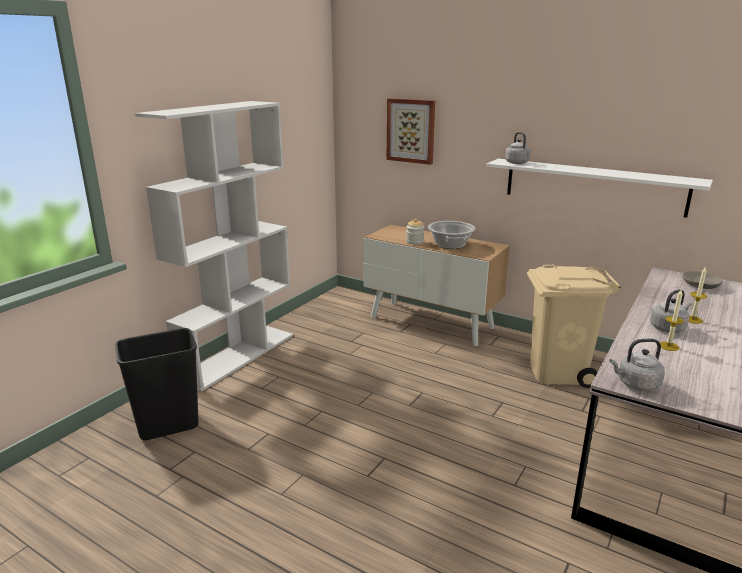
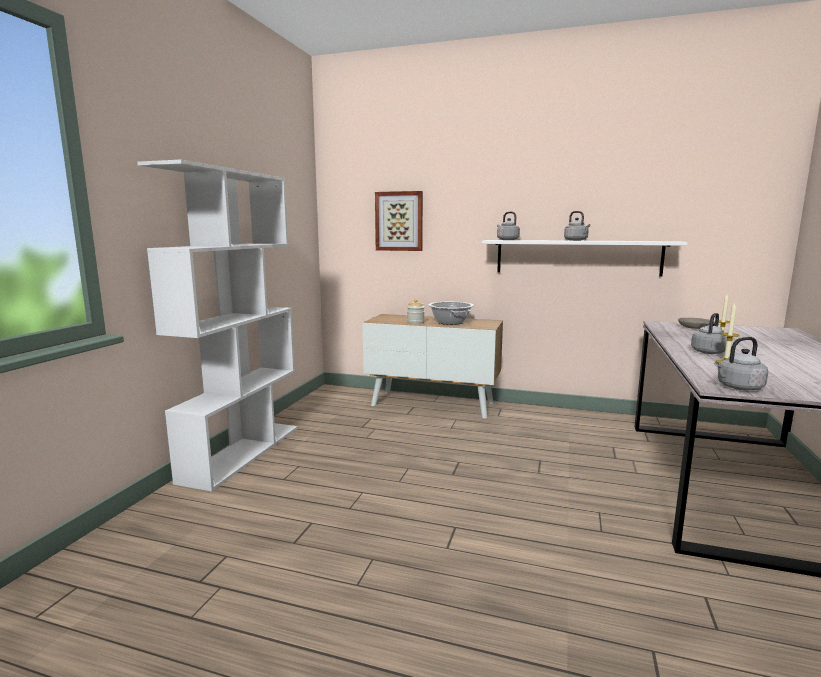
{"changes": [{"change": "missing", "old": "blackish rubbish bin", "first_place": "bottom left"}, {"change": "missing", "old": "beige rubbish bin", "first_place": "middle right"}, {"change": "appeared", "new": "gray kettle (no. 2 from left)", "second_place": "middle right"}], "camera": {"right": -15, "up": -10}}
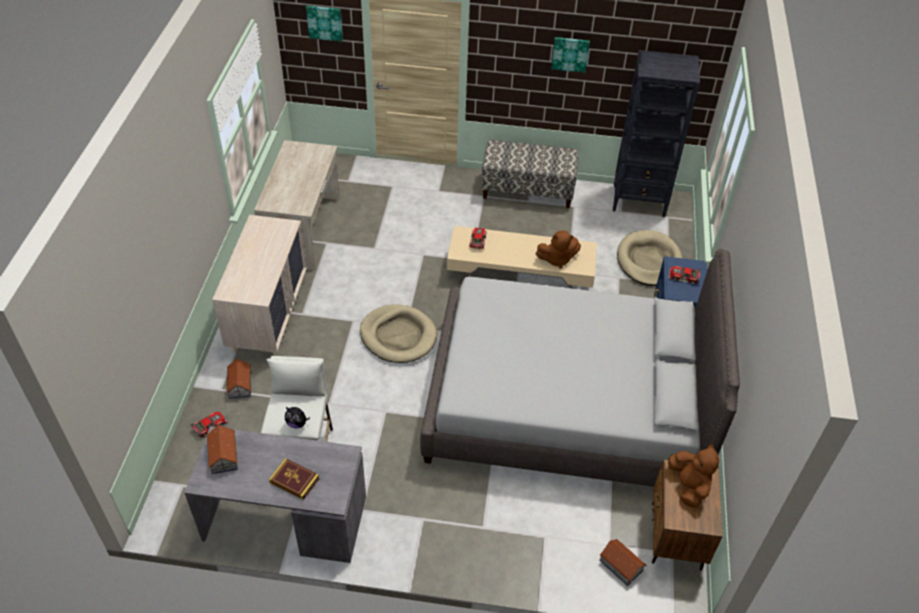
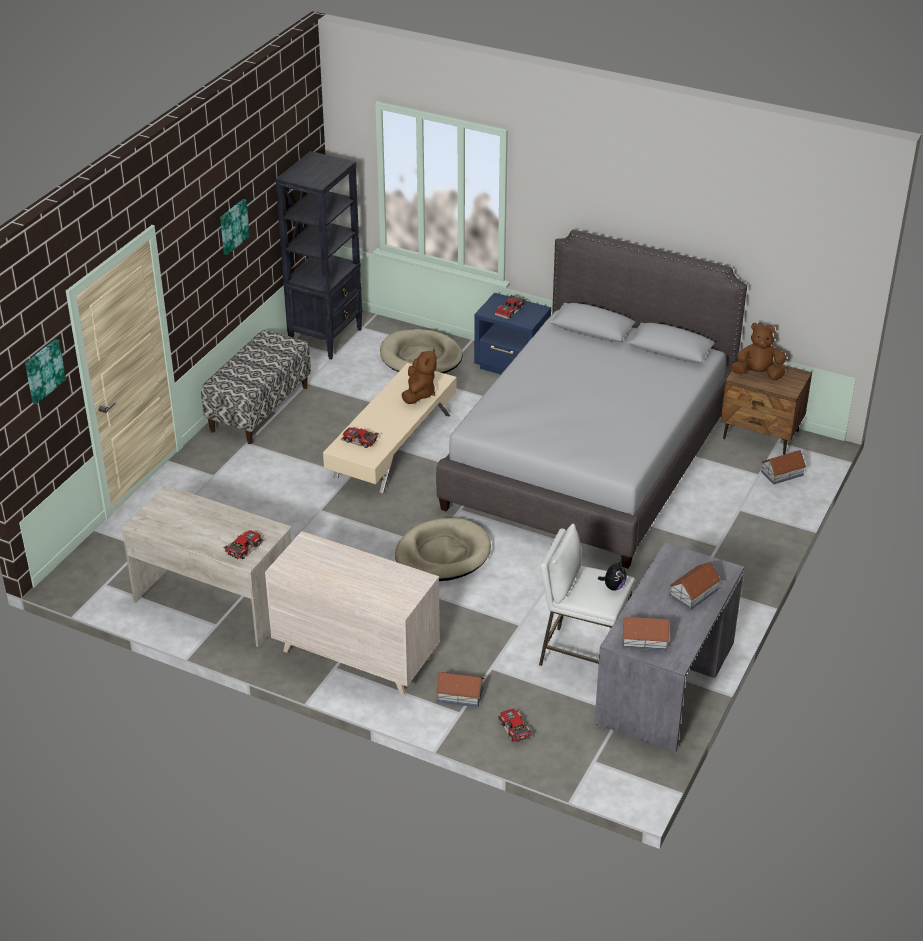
{"changes": [{"change": "appeared", "new": "model car (no. 1 from left)", "second_place": "middle left"}, {"change": "exchanged", "old": "volume", "new": "miniature house (no. 3 from left)", "first_place": "bottom left", "second_place": "middle right"}], "camera": {"right": -70, "up": -10}}
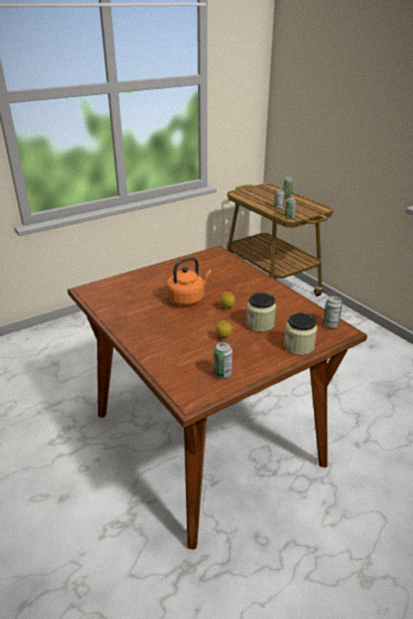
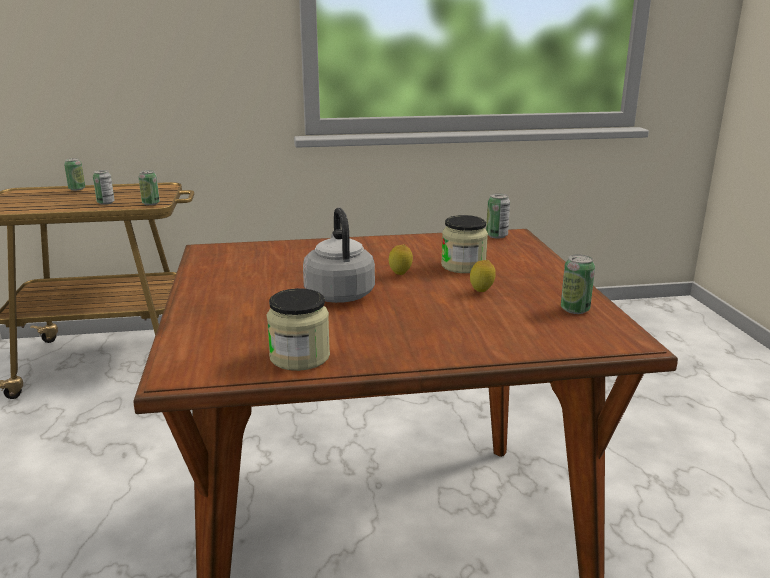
{"changes": [{"change": "relocated", "old": "preserve jar (no. 2 from left in the first image)", "new": "preserve jar (no. 1 from left)", "first_place": "middle right", "second_place": "centre"}, {"change": "colour", "old": "orange-coloured kettle", "new": "gray kettle", "first_place": "centre", "second_place": "centre"}], "camera": {"right": -65, "up": -10}}
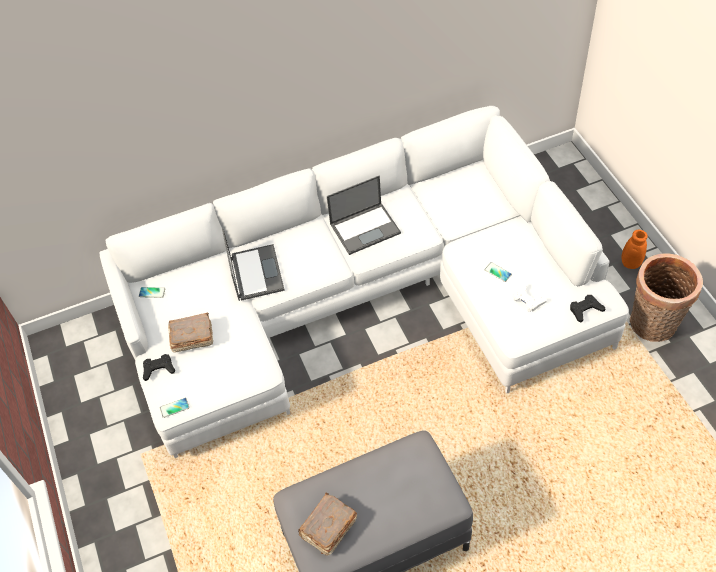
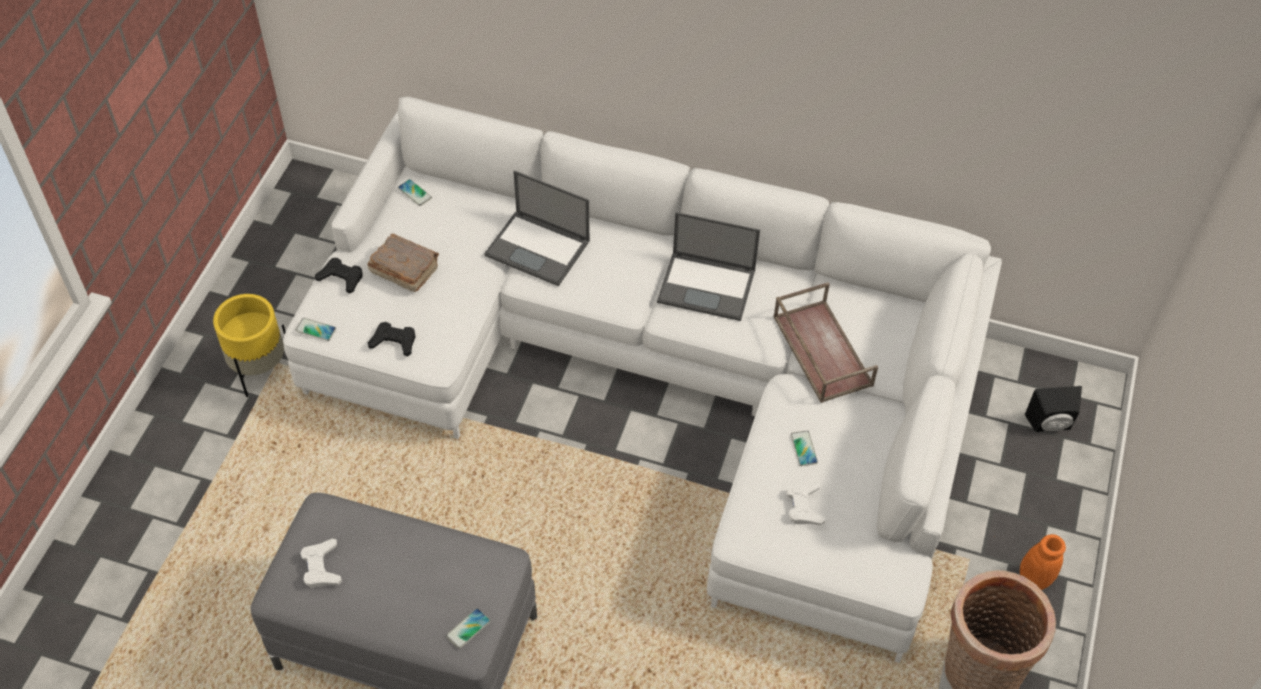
{"changes": [{"change": "appeared", "new": "yellow-coloured flower pot", "second_place": "middle left"}, {"change": "appeared", "new": "handset (no. 3 from left)", "second_place": "bottom centre"}, {"change": "appeared", "new": "brownish carrying tray", "second_place": "centre"}, {"change": "appeared", "new": "blackish speaker", "second_place": "middle right"}, {"change": "relocated", "old": "blackish gamepad (no. 2 from left)", "first_place": "middle right", "second_place": "middle left"}, {"change": "exchanged", "old": "brownish volume (no. 2 from left)", "new": "white-coloured gamepad (no. 1 from left)", "first_place": "bottom centre", "second_place": "bottom left"}, {"change": "spun", "old": "laptop (no. 1 from left)", "first_place": "centre", "second_place": "top centre", "degrees": 90}], "camera": {"right": 35, "up": 0}}
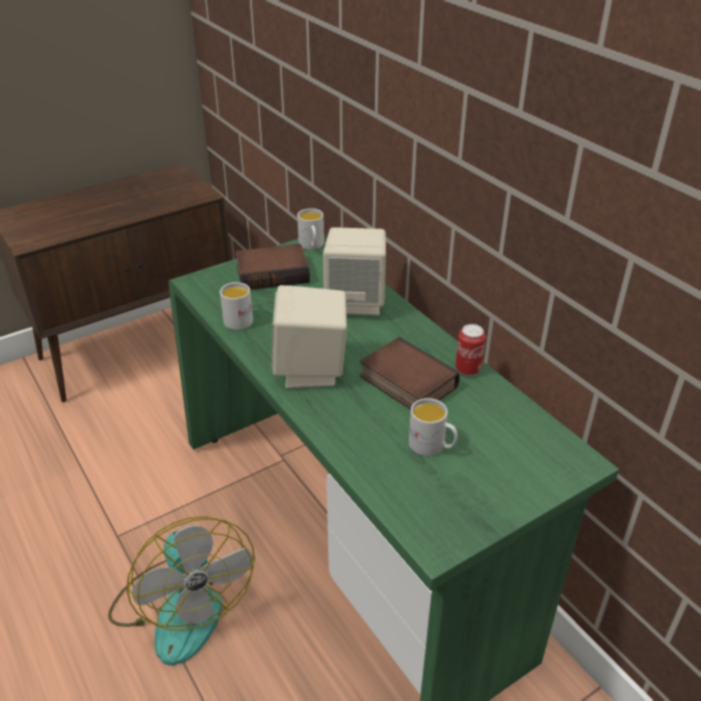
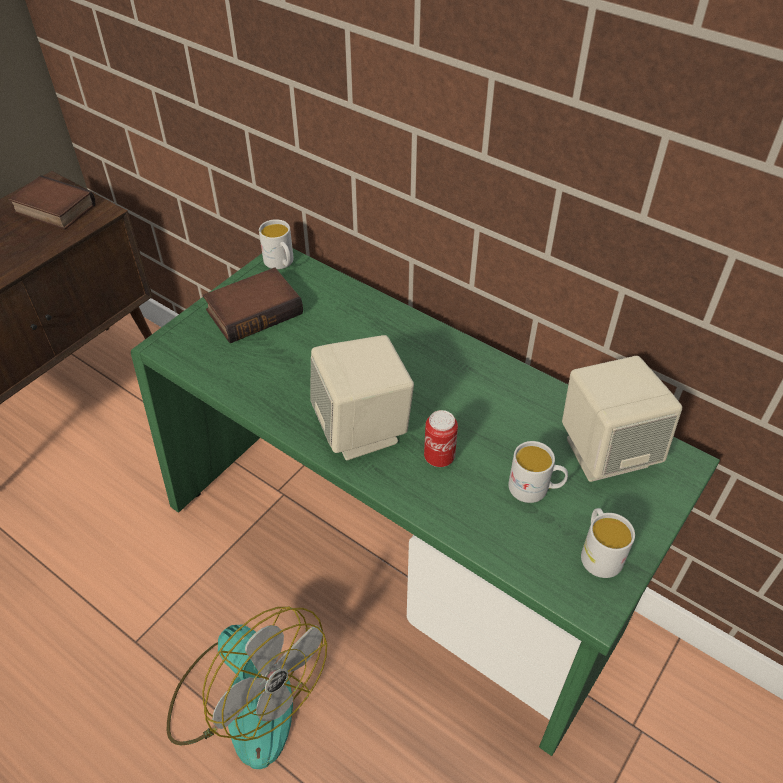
{"changes": [{"change": "relocated", "old": "white-coloured coffee mug (no. 1 from left in the first image)", "new": "white-coloured coffee mug (no. 3 from left)", "first_place": "centre", "second_place": "bottom right"}, {"change": "relocated", "old": "beige speaker (no. 2 from left)", "first_place": "centre", "second_place": "middle right"}, {"change": "relocated", "old": "volume (no. 2 from left in the first image)", "new": "volume (no. 1 from left)", "first_place": "centre", "second_place": "top left"}, {"change": "relocated", "old": "metal can", "first_place": "middle right", "second_place": "centre"}], "camera": {"right": -20, "up": 10}}
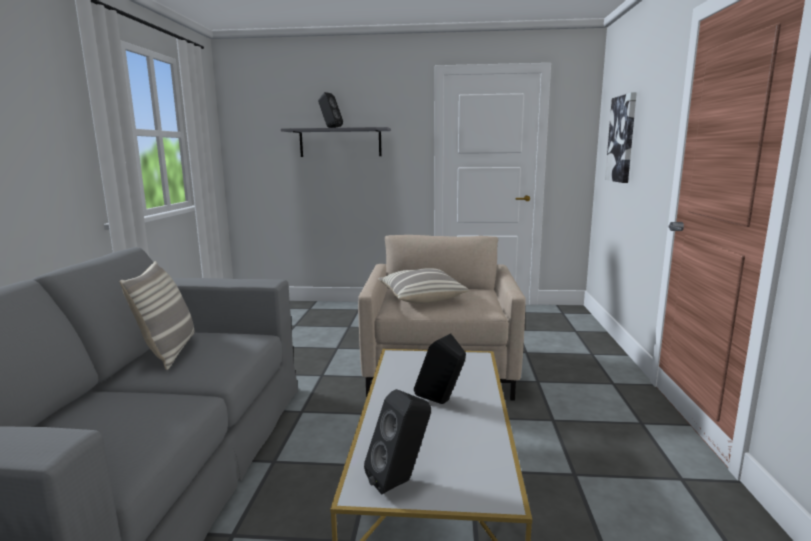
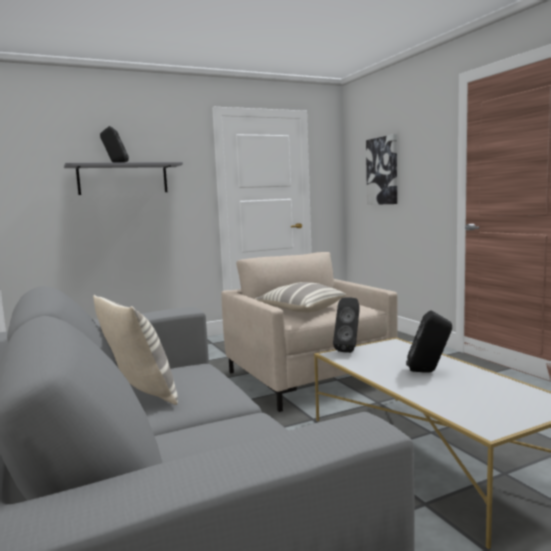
{"changes": [{"change": "relocated", "old": "blackish speaker (no. 2 from left)", "first_place": "bottom centre", "second_place": "centre"}], "camera": {"right": -30, "up": -5}}
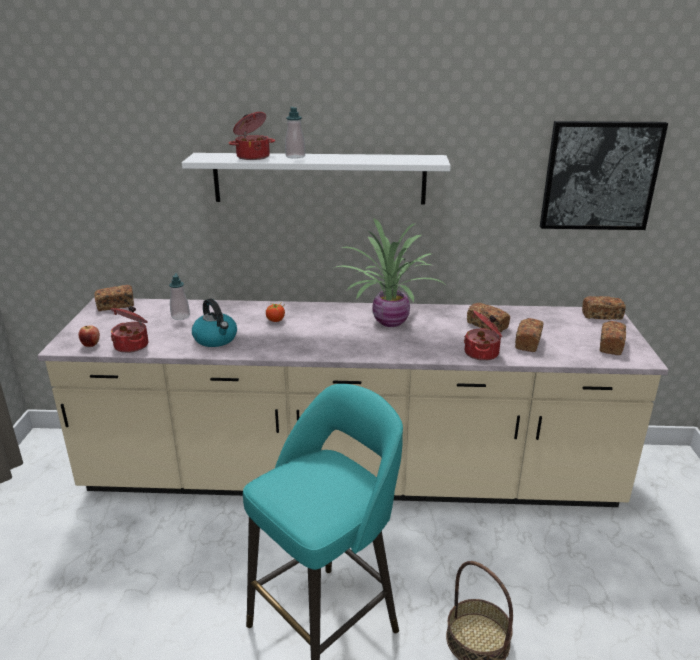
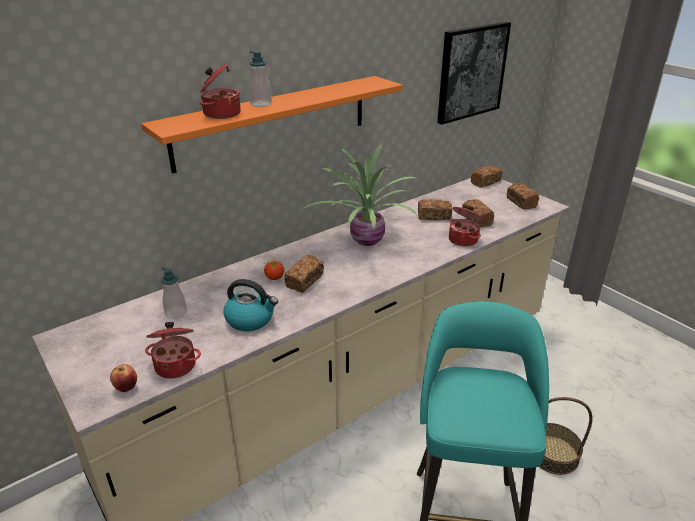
{"changes": [{"change": "relocated", "old": "baked bread (no. 1 from left)", "first_place": "middle left", "second_place": "centre"}, {"change": "colour", "old": "white-coloured wall shelf", "new": "orange-coloured wall shelf", "first_place": "top centre", "second_place": "top centre"}], "camera": {"right": -40, "up": 5}}
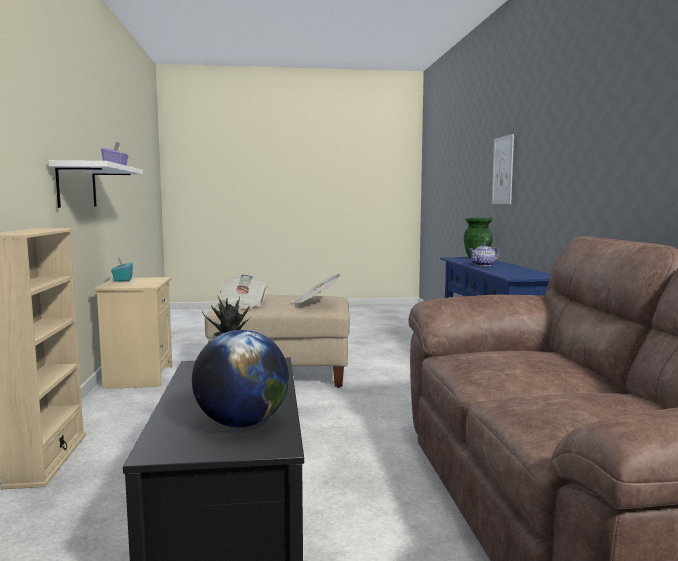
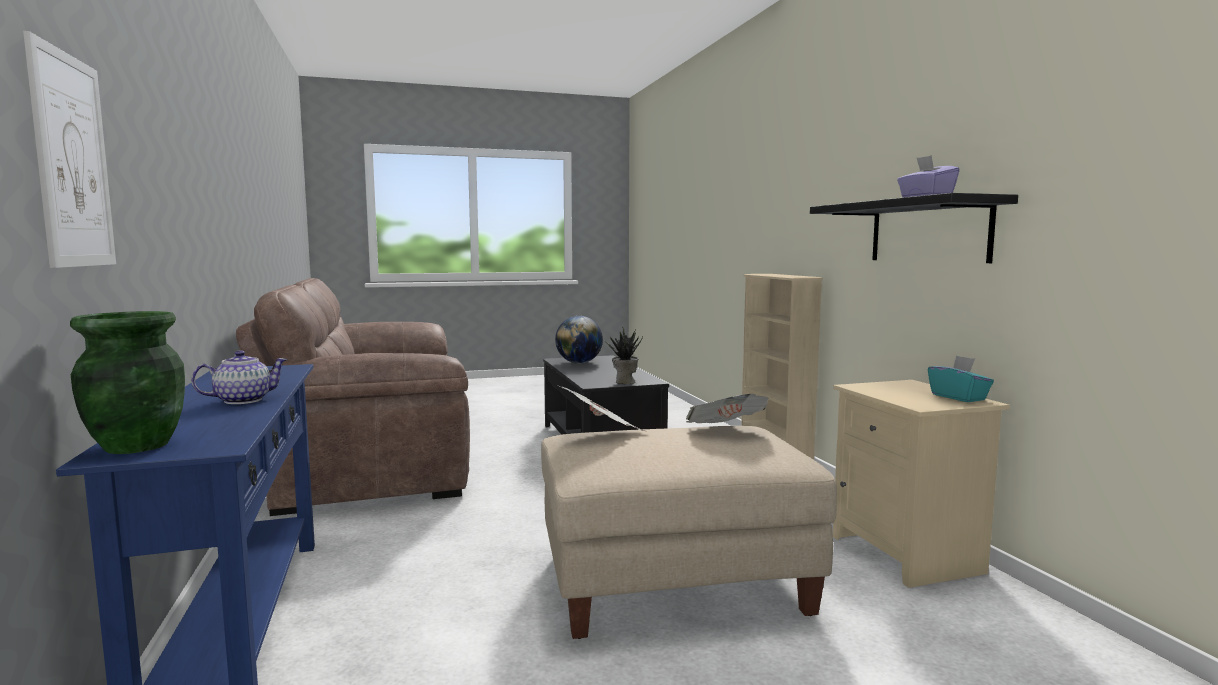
{"changes": [{"change": "colour", "old": "white-coloured wall shelf", "new": "blackish wall shelf", "first_place": "top left", "second_place": "top right"}], "camera": {"right": 170, "up": 0}}
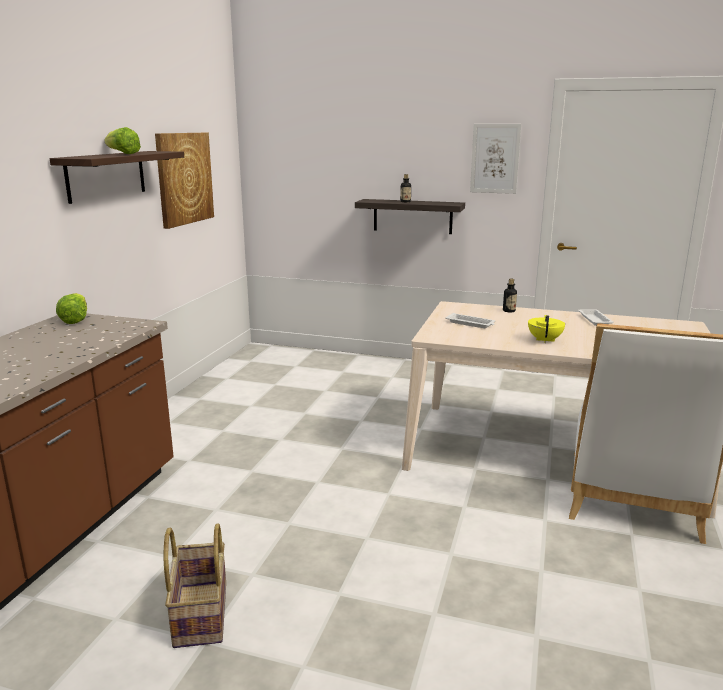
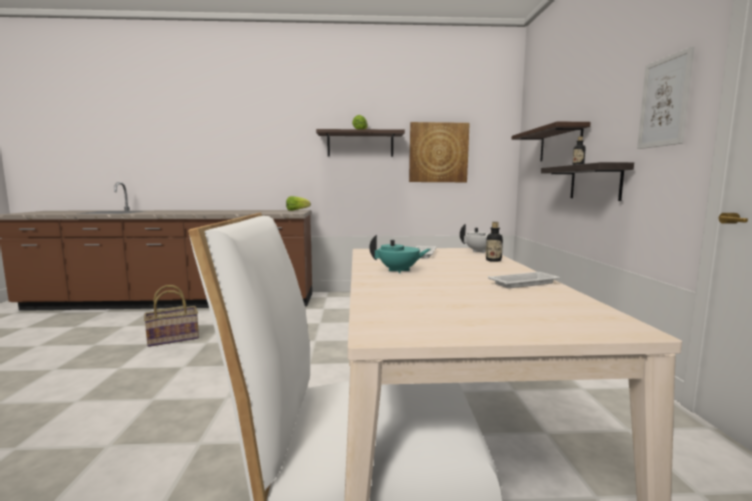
{"changes": [{"change": "appeared", "new": "white-coloured teapot", "second_place": "centre"}, {"change": "appeared", "new": "wall shelf (no. 2 from left)", "second_place": "top right"}, {"change": "colour", "old": "yellow-coloured teapot", "new": "blue-green teapot", "first_place": "middle right", "second_place": "centre"}], "camera": {"right": 70, "up": -10}}
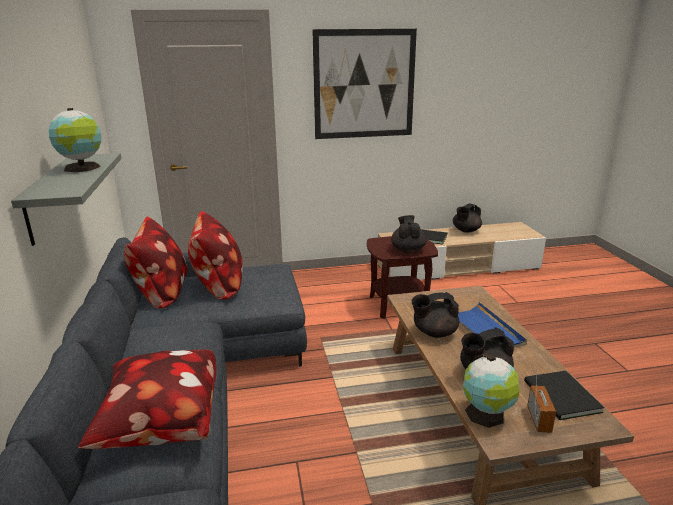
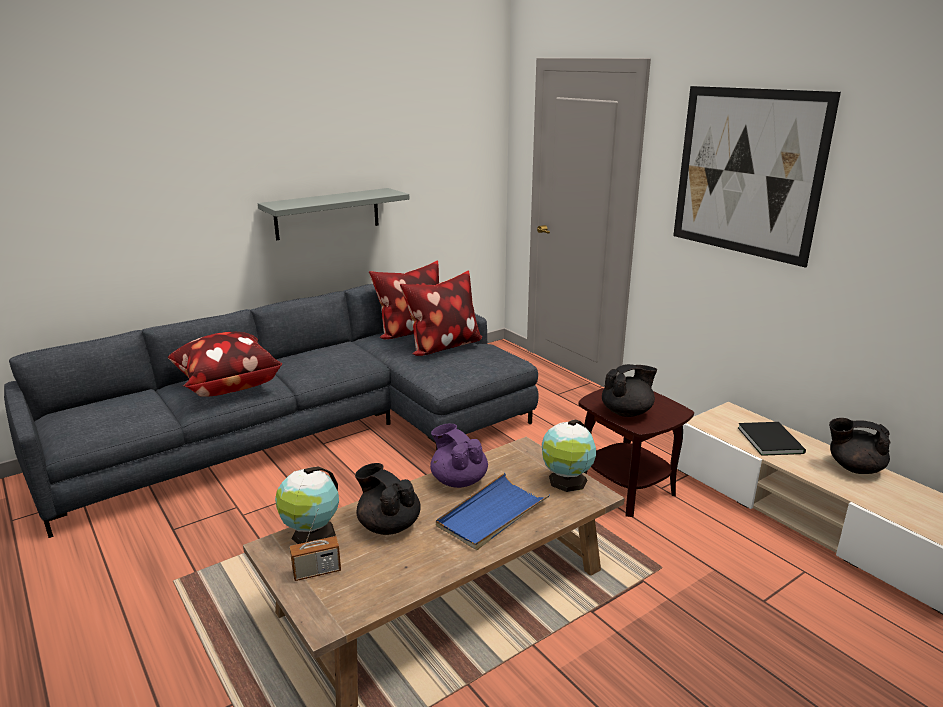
{"changes": [{"change": "missing", "old": "blackish volume (no. 2 from left)", "first_place": "bottom right"}, {"change": "relocated", "old": "world globe (no. 1 from left in the first image)", "new": "world globe (no. 2 from left)", "first_place": "top left", "second_place": "centre"}, {"change": "colour", "old": "blackish teapot (no. 2 from left)", "new": "purplish teapot", "first_place": "centre", "second_place": "centre"}], "camera": {"right": 65, "up": 0}}
